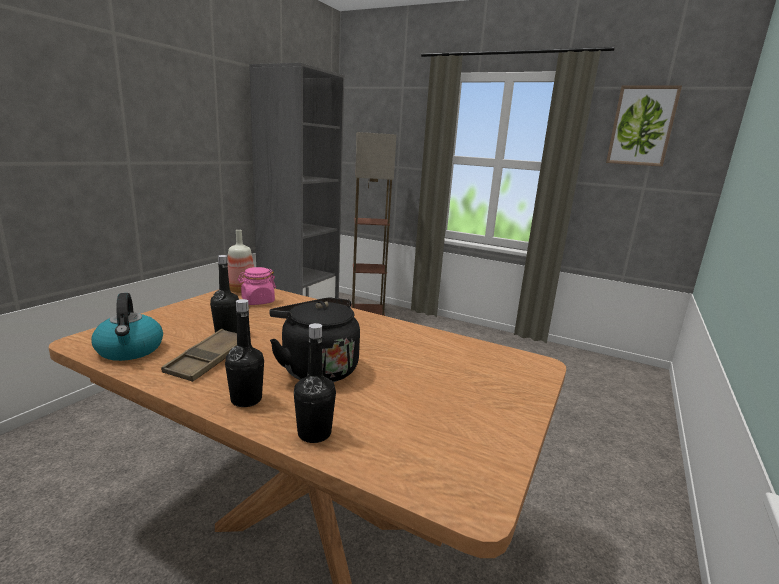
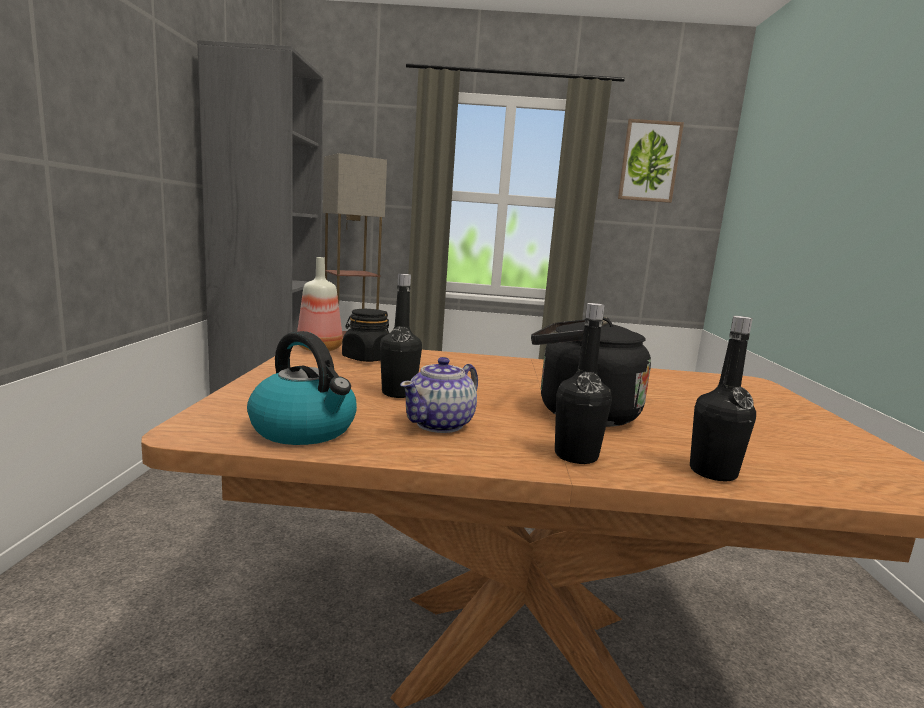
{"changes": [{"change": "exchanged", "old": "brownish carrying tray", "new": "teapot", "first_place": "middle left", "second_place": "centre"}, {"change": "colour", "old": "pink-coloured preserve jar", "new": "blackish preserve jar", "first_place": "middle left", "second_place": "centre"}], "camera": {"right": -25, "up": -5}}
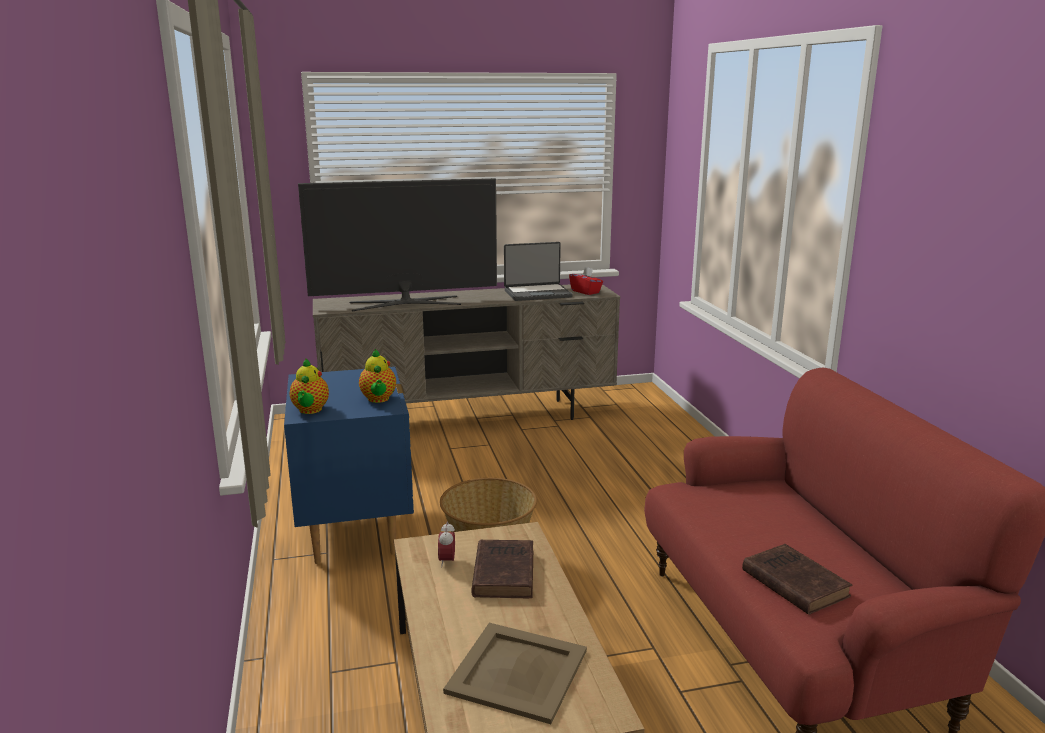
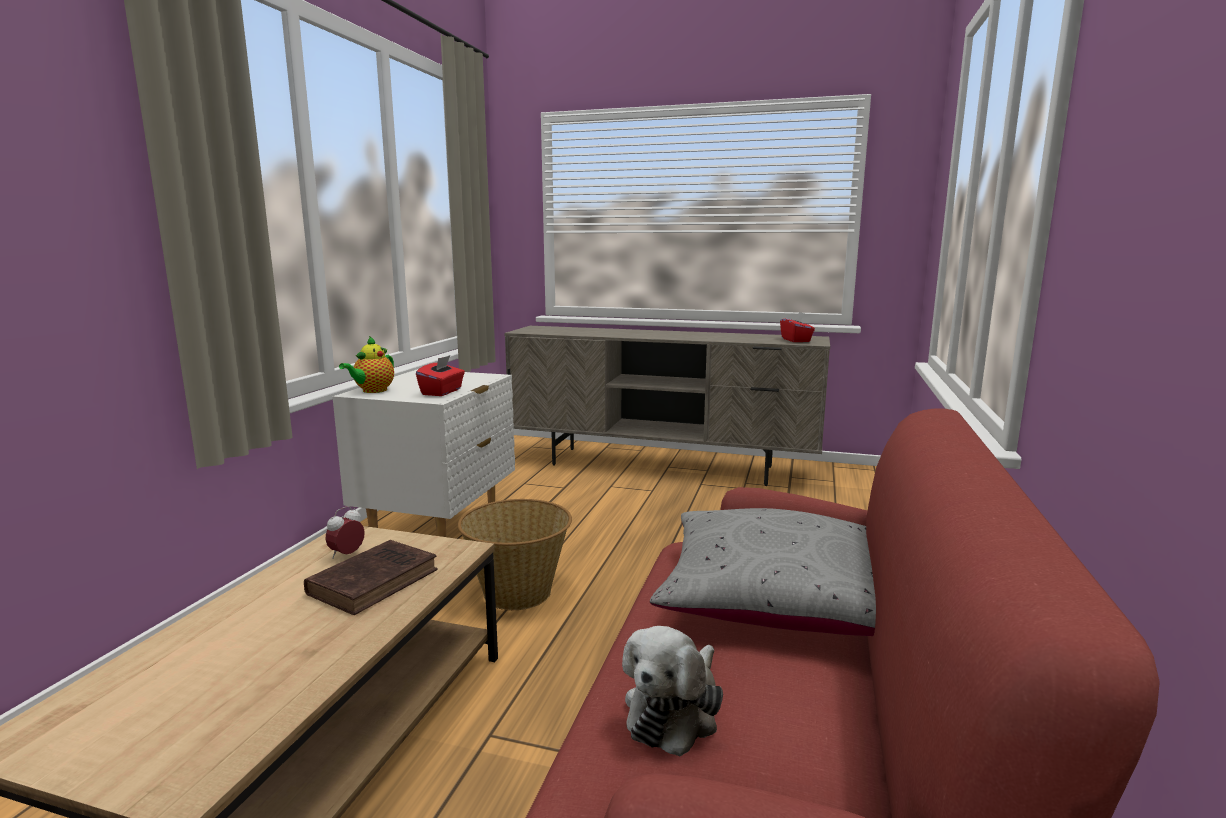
{"changes": [{"change": "missing", "old": "TV", "first_place": "top centre"}, {"change": "missing", "old": "beige carrying tray", "first_place": "bottom centre"}, {"change": "missing", "old": "laptop", "first_place": "centre"}, {"change": "appeared", "new": "gray throw pillow", "second_place": "bottom centre"}, {"change": "exchanged", "old": "teapot (no. 2 from left)", "new": "red-coloured tissue box (no. 1 from left)", "first_place": "centre", "second_place": "centre"}, {"change": "exchanged", "old": "brownish volume (no. 2 from left)", "new": "cuddly toy", "first_place": "bottom right", "second_place": "bottom centre"}, {"change": "colour", "old": "blue-coloured nightstand", "new": "white-coloured nightstand", "first_place": "centre", "second_place": "centre"}], "camera": {"right": 30, "up": -5}}
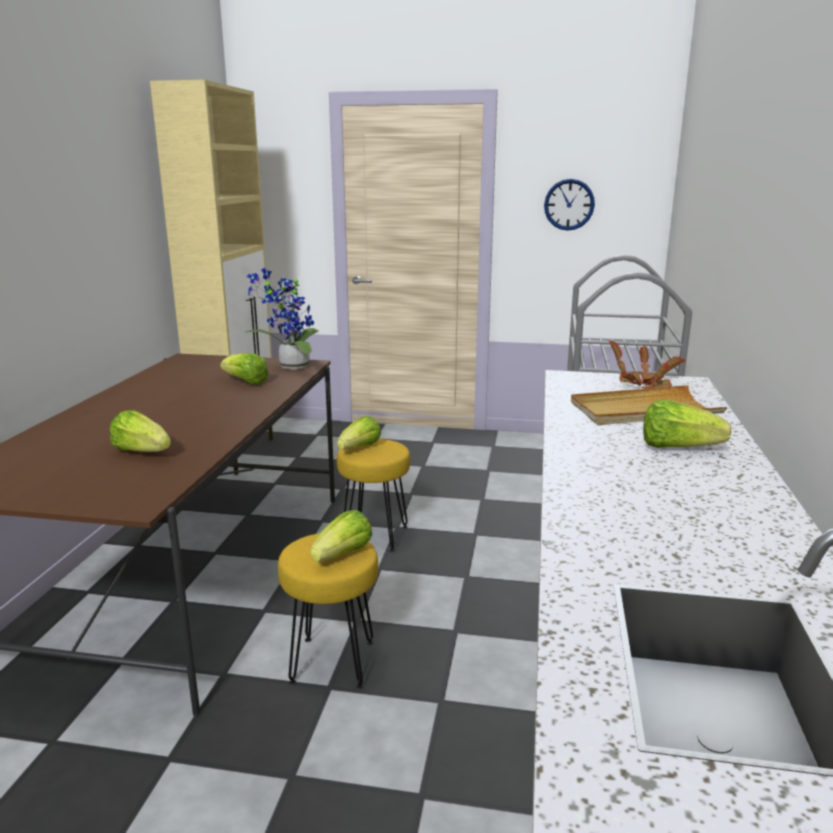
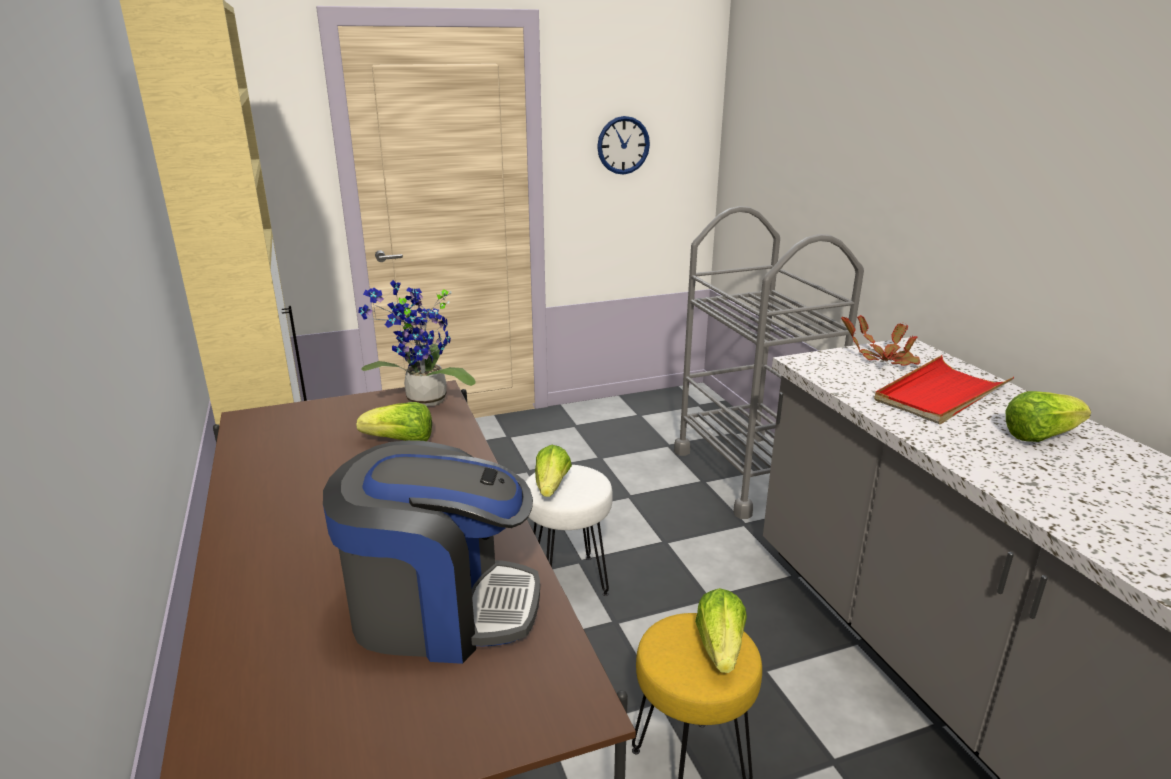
{"changes": [{"change": "exchanged", "old": "lettuce (no. 1 from left)", "new": "coffee machine", "first_place": "middle left", "second_place": "bottom centre"}, {"change": "colour", "old": "yellow-coloured sitting stool (no. 2 from left)", "new": "white-coloured sitting stool", "first_place": "centre", "second_place": "bottom centre"}, {"change": "colour", "old": "beige carrying tray", "new": "red-coloured carrying tray", "first_place": "middle right", "second_place": "middle right"}], "camera": {"right": -30, "up": 5}}
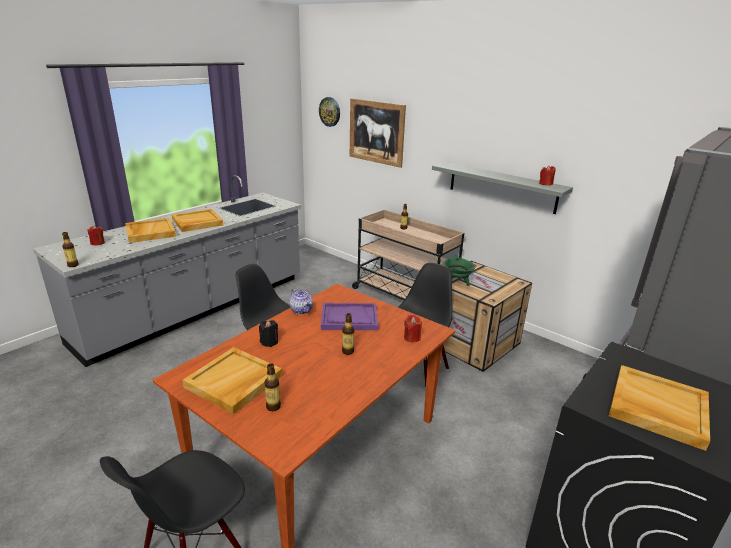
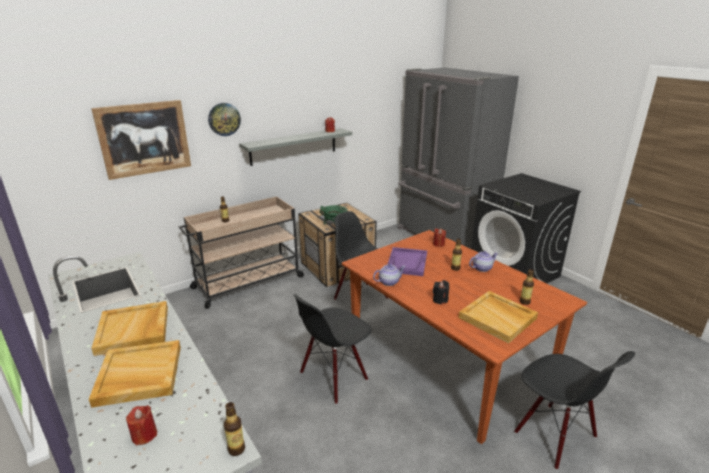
{"changes": [{"change": "missing", "old": "beige carrying tray (no. 4 from left)", "first_place": "bottom right"}, {"change": "appeared", "new": "teapot (no. 2 from left)", "second_place": "middle right"}, {"change": "relocated", "old": "hanging clock", "first_place": "top centre", "second_place": "top left"}], "camera": {"right": -75, "up": 0}}
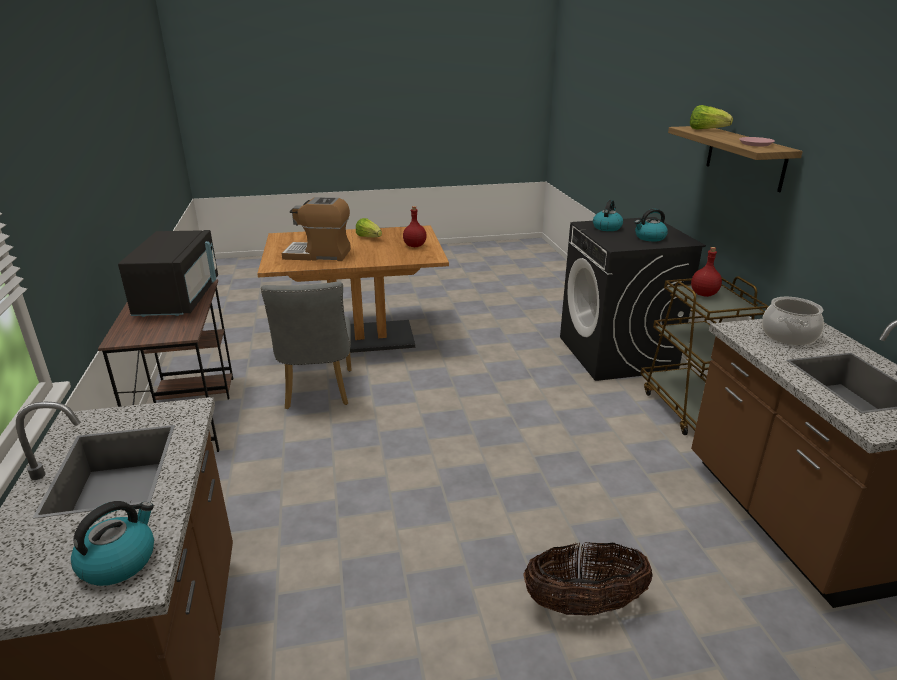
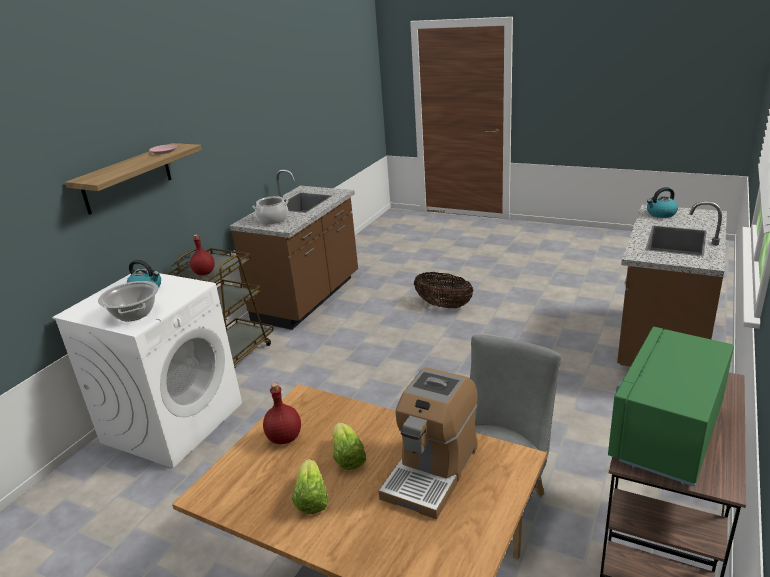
{"changes": [{"change": "relocated", "old": "lettuce (no. 2 from left)", "first_place": "top right", "second_place": "bottom centre"}, {"change": "exchanged", "old": "kettle (no. 2 from left)", "new": "cooking pot (no. 1 from left)", "first_place": "top right", "second_place": "middle left"}, {"change": "colour", "old": "blackish kitchen microwave", "new": "green kitchen microwave", "first_place": "middle left", "second_place": "bottom right"}, {"change": "colour", "old": "blackish laundry machine", "new": "white-coloured laundry machine", "first_place": "middle right", "second_place": "middle left"}, {"change": "spun", "old": "coffee machine", "first_place": "centre", "second_place": "bottom centre", "degrees": 75}], "camera": {"right": -140, "up": 0}}
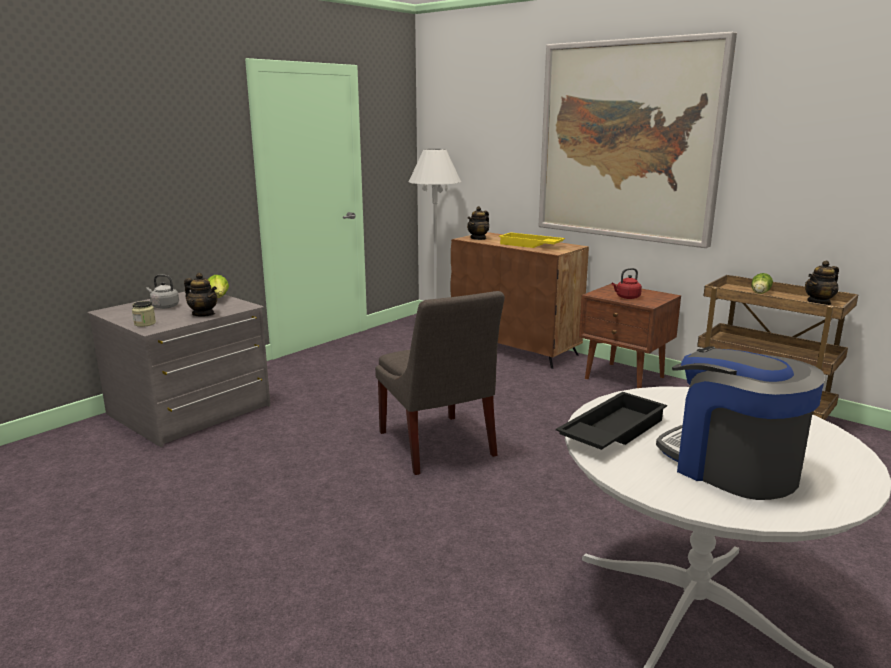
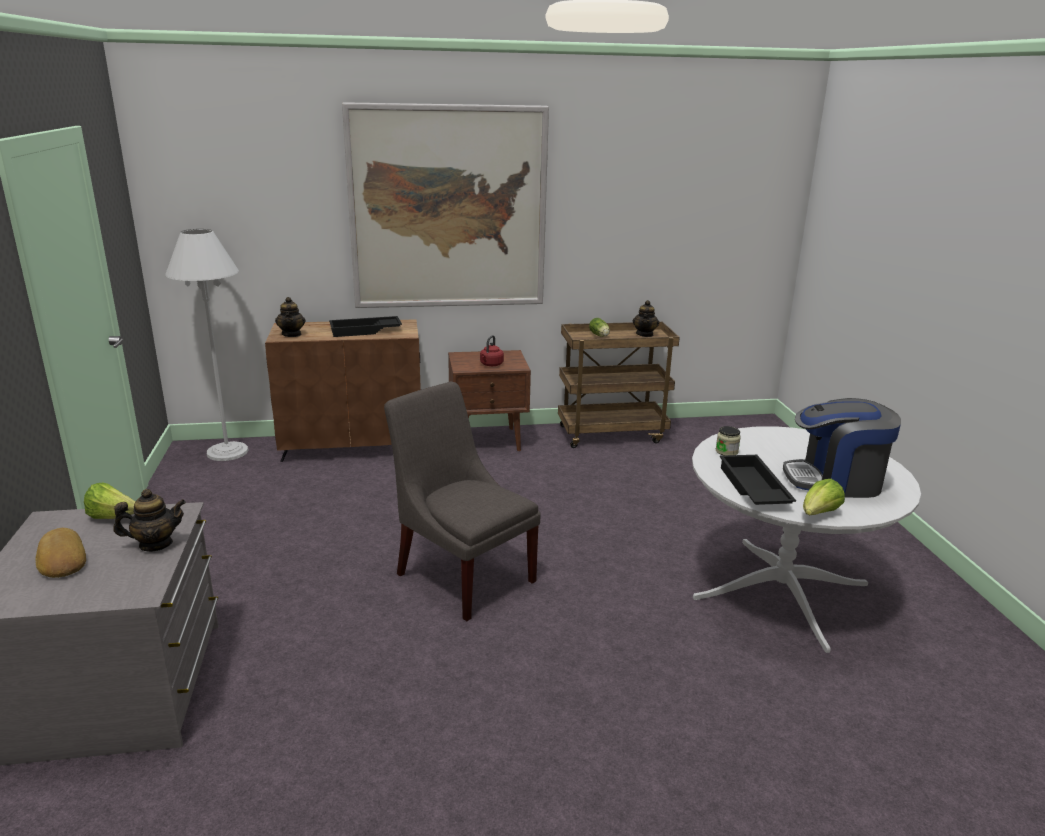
{"changes": [{"change": "appeared", "new": "lettuce (no. 3 from left)", "second_place": "middle right"}, {"change": "relocated", "old": "preserve jar", "first_place": "middle left", "second_place": "middle right"}, {"change": "exchanged", "old": "gray kettle", "new": "baked bread", "first_place": "middle left", "second_place": "middle left"}, {"change": "colour", "old": "yellow-coloured carrying tray", "new": "blackish carrying tray (no. 1 from left)", "first_place": "centre", "second_place": "centre"}, {"change": "spun", "old": "gray upright chair", "first_place": "centre", "second_place": "centre", "degrees": -150}], "camera": {"right": -50, "up": 5}}
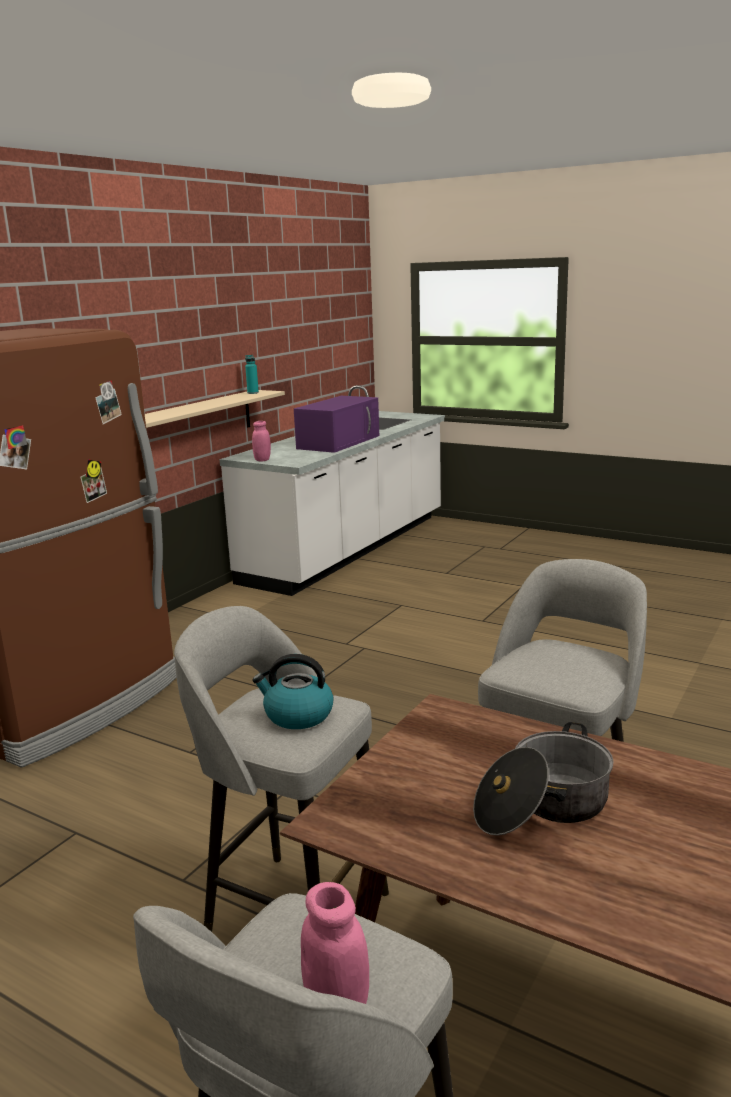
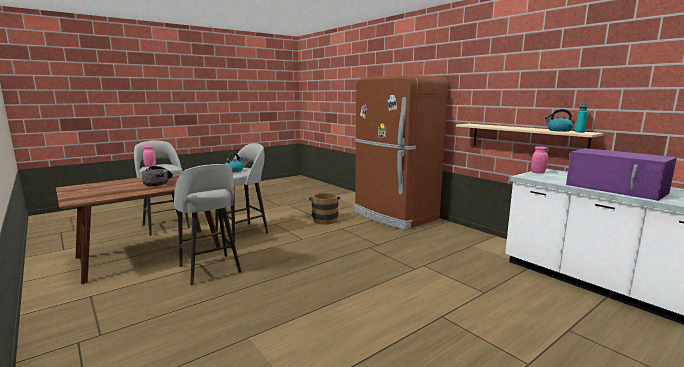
{"changes": [{"change": "appeared", "new": "brownish pail", "second_place": "centre"}, {"change": "appeared", "new": "kettle (no. 2 from left)", "second_place": "top right"}], "camera": {"right": 110, "up": -5}}
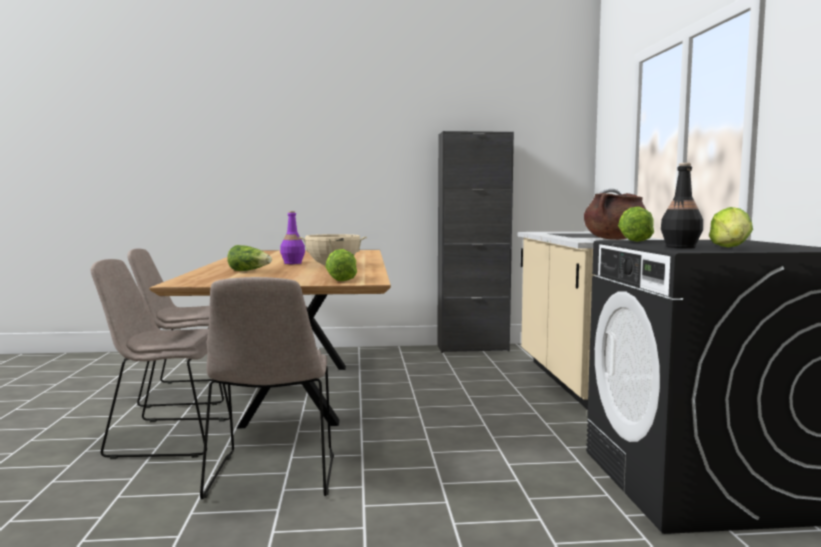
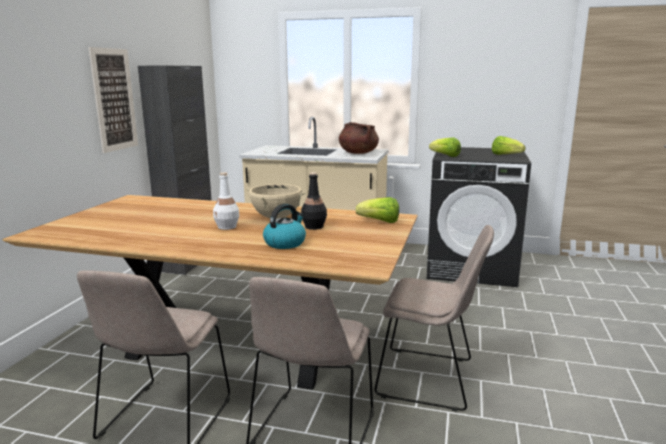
{"changes": [{"change": "appeared", "new": "wall art", "second_place": "top left"}, {"change": "relocated", "old": "blackish beverage bottle", "first_place": "middle right", "second_place": "centre"}, {"change": "exchanged", "old": "lettuce (no. 1 from left)", "new": "kettle", "first_place": "middle left", "second_place": "centre"}, {"change": "colour", "old": "purplish beverage bottle", "new": "white-coloured beverage bottle", "first_place": "centre", "second_place": "centre"}], "camera": {"right": -70, "up": 10}}
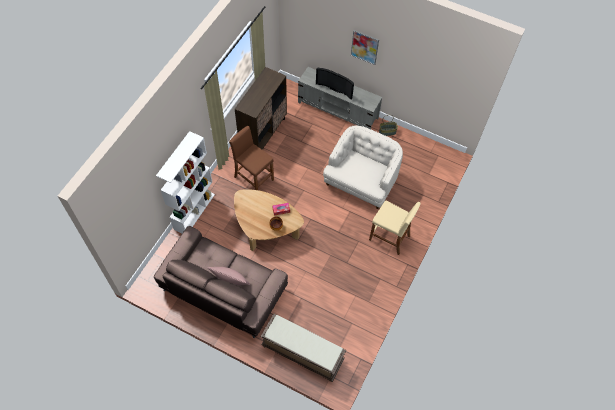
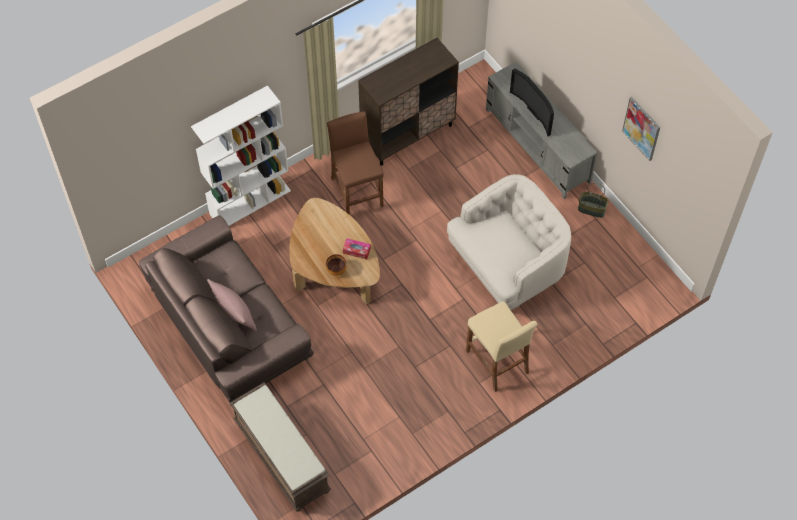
{"changes": [{"change": "relocated", "old": "wall art", "first_place": "top centre", "second_place": "top right"}], "camera": {"right": 30, "up": 0}}
